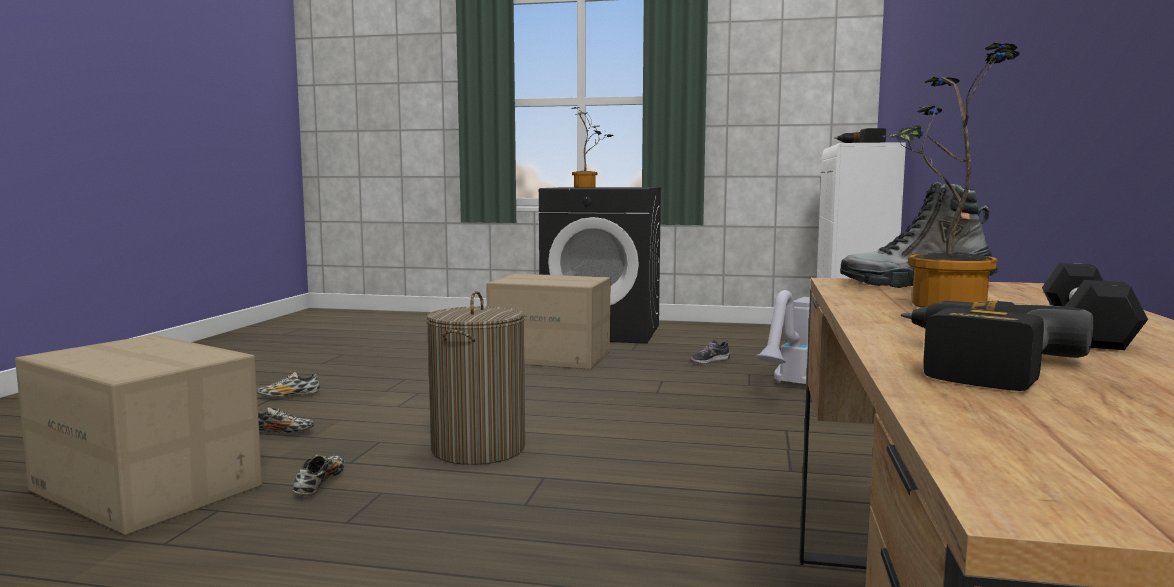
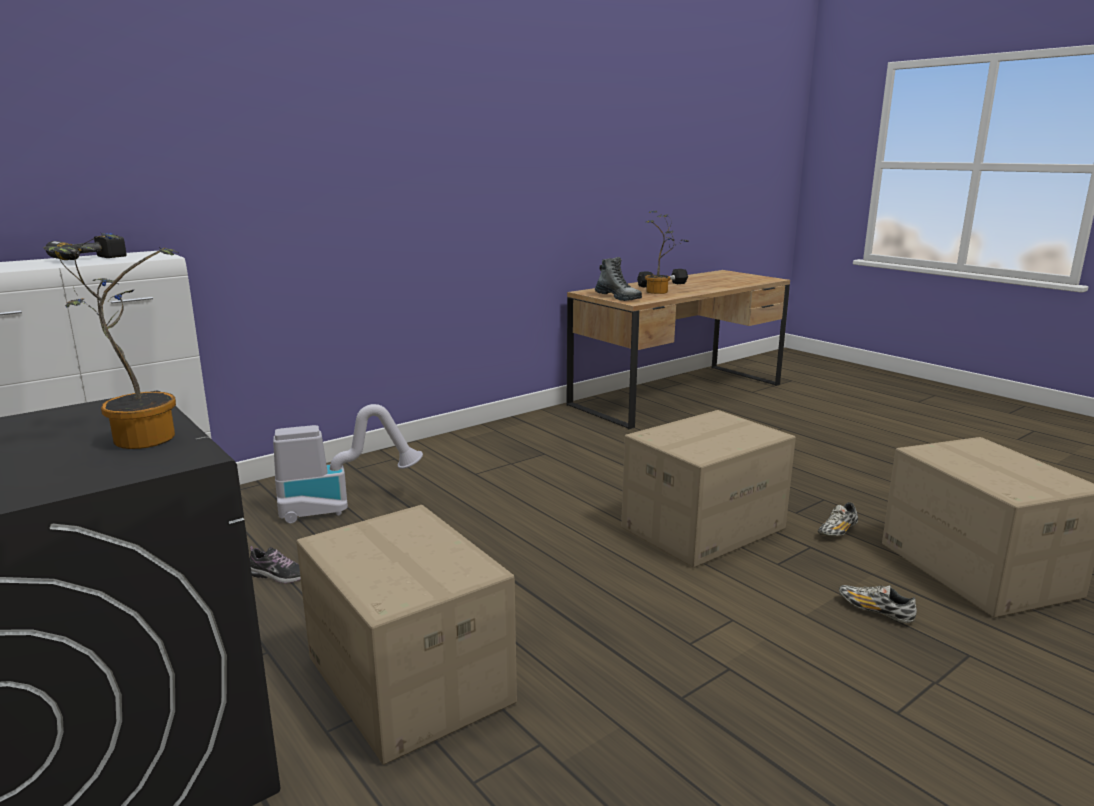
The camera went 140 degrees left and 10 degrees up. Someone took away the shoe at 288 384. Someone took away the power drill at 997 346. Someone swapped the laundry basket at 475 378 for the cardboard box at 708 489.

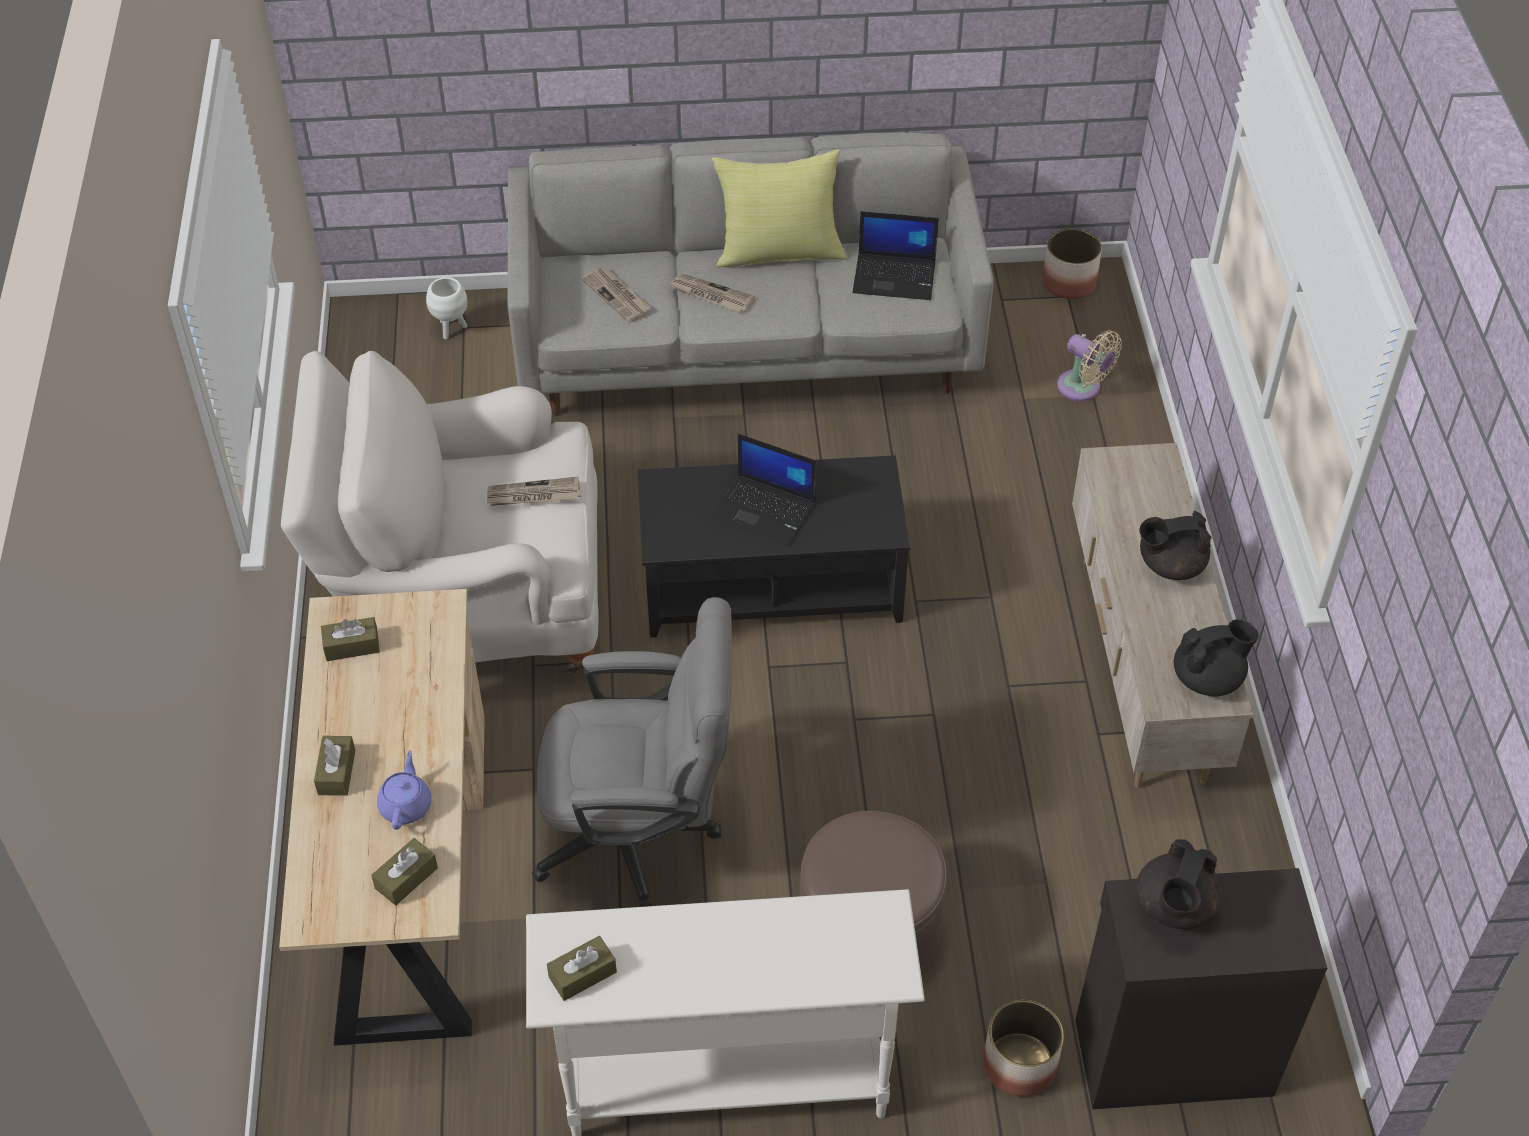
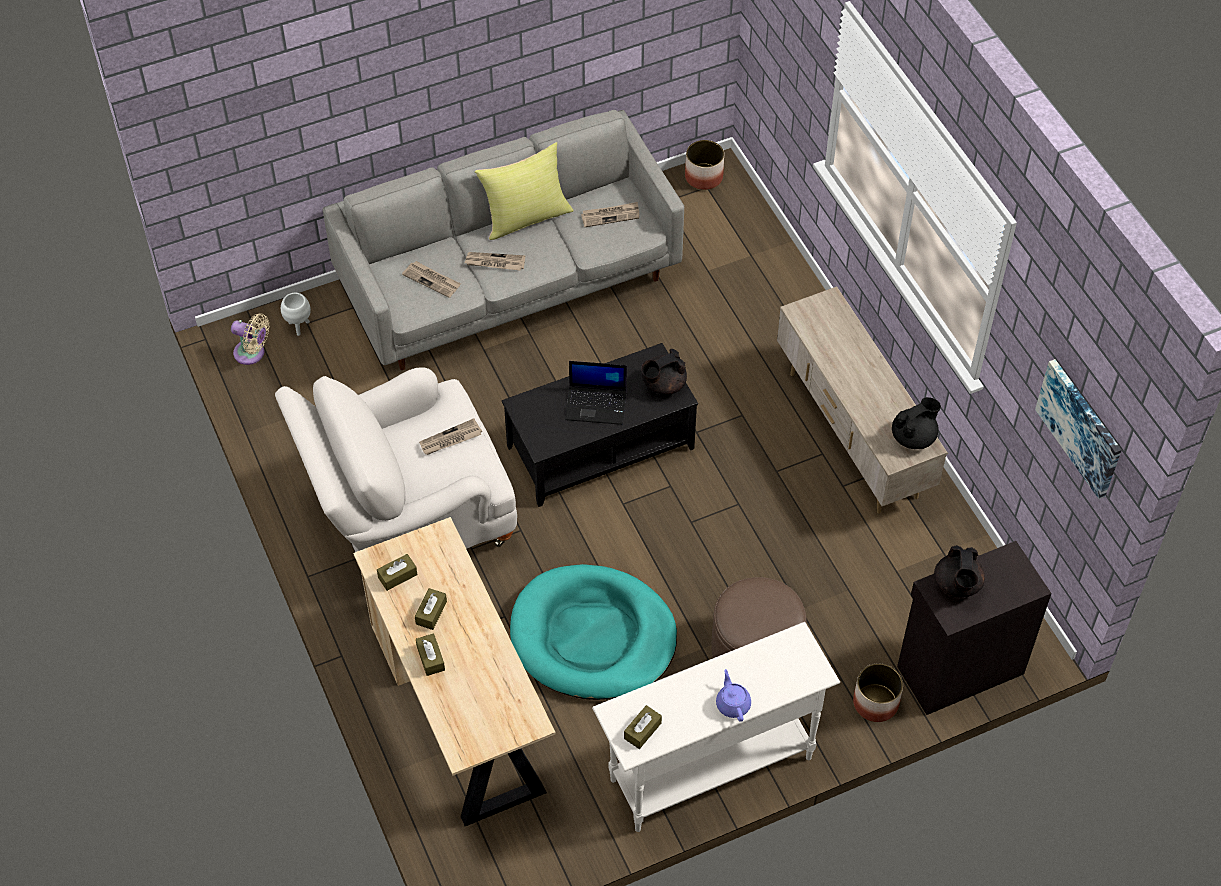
The camera went 20 degrees left and 5 degrees up. Someone put up the picture at 1078 429. Someone carried the brown tissue box from 404 871 to 431 609. Someone carried the purple teapot from 404 790 to 733 695. Someone carried the beige fan from 1089 365 to 250 339. Someone carried the black teapot from 1175 545 to 664 372. Someone swapped the grey office chair at 632 752 for the turquoise dog bed at 593 632. Someone swapped the laptop at 895 255 for the newspaper at 610 214.

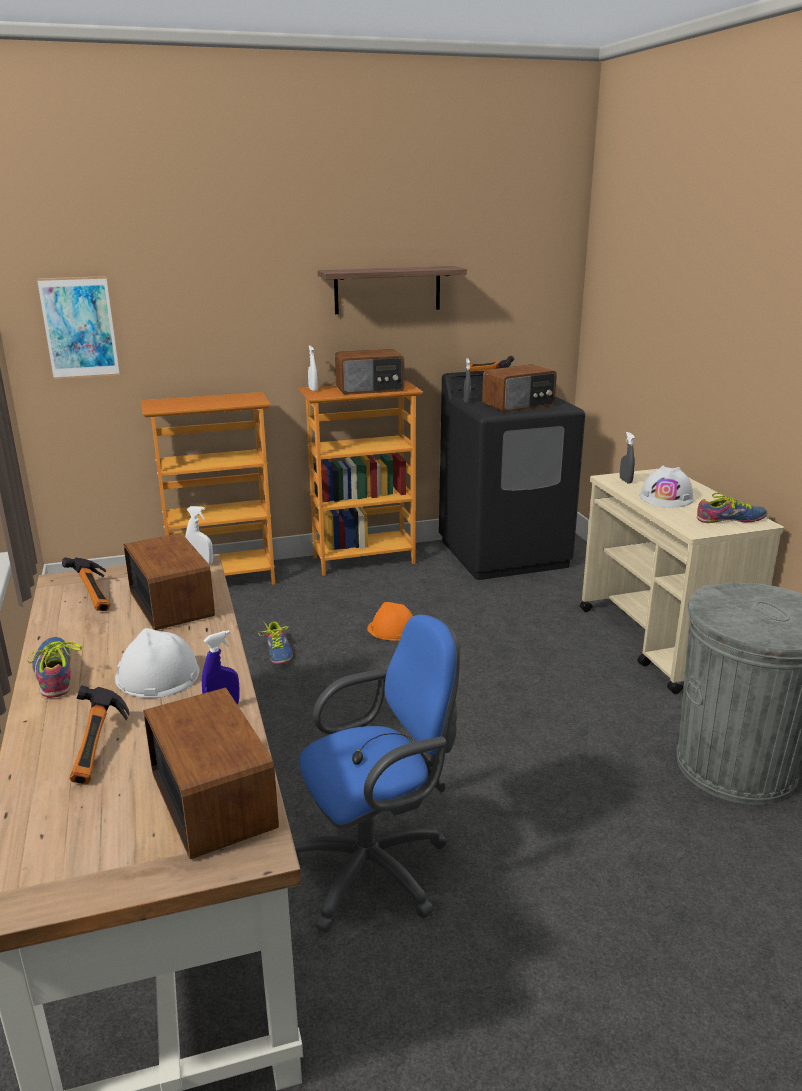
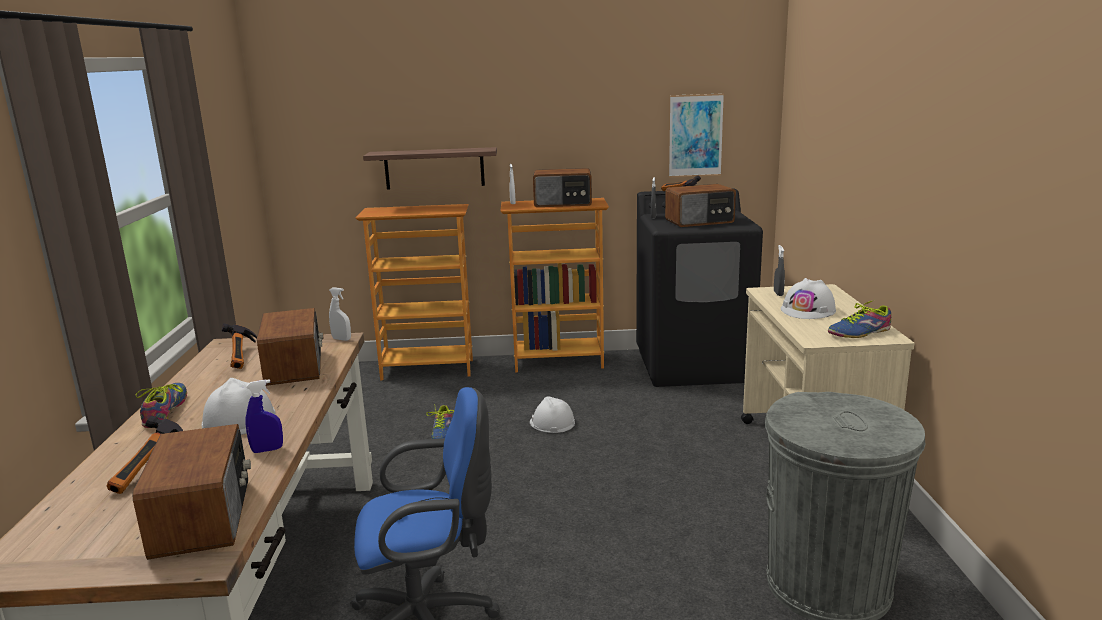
The camera went 15 degrees right and 5 degrees down. Someone carried the picture from 78 327 to 696 135. Someone carried the shelf from 392 290 to 430 168. Someone repainted the orange hard hat at 390 621, which became the white hard hat at 552 414. Someone rotated the shoe at 732 508 by 150 degrees clockwise.

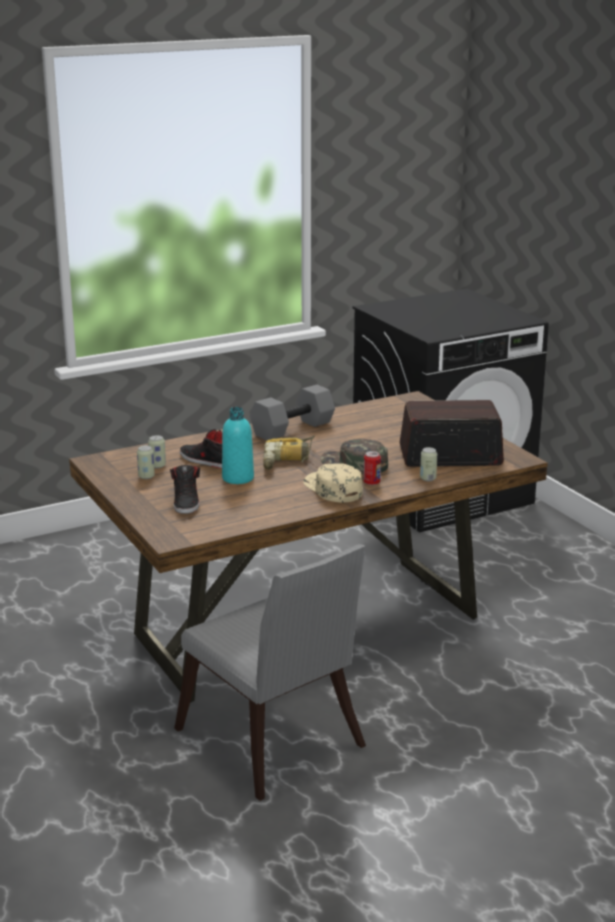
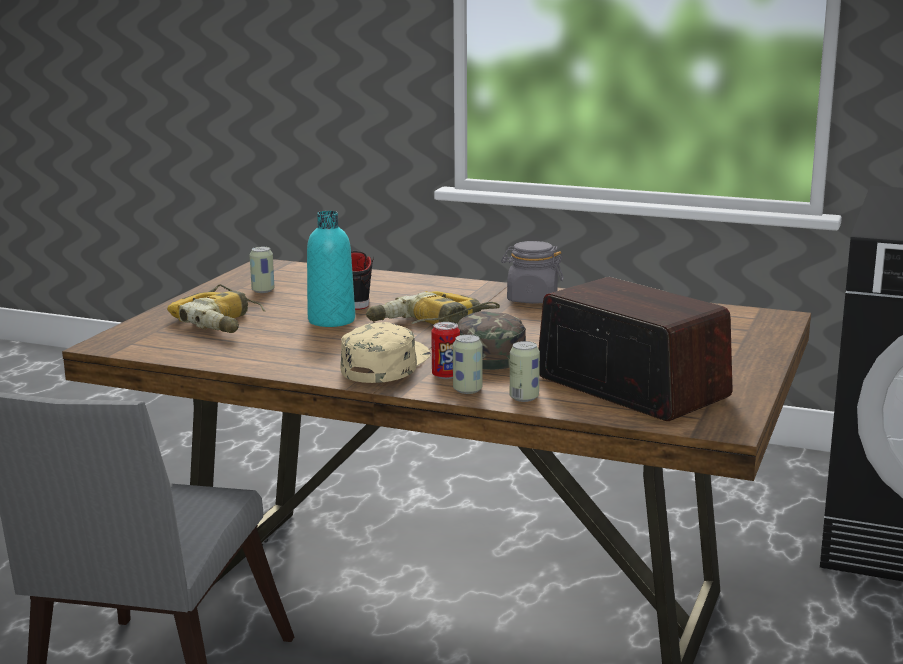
The camera went 50 degrees right and 5 degrees down. Someone carried the can from 157 451 to 467 364. Someone swapped the black shoe at 185 489 for the power drill at 216 308. Someone swapped the grey dumbbell at 292 413 for the grey jar at 532 272.

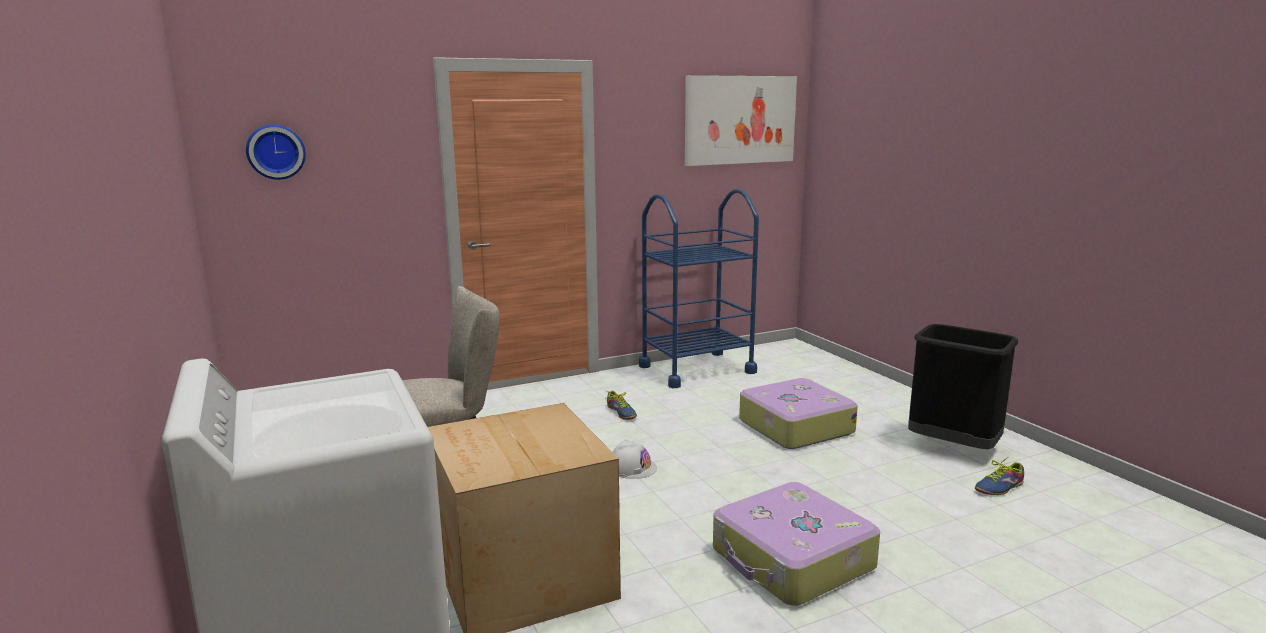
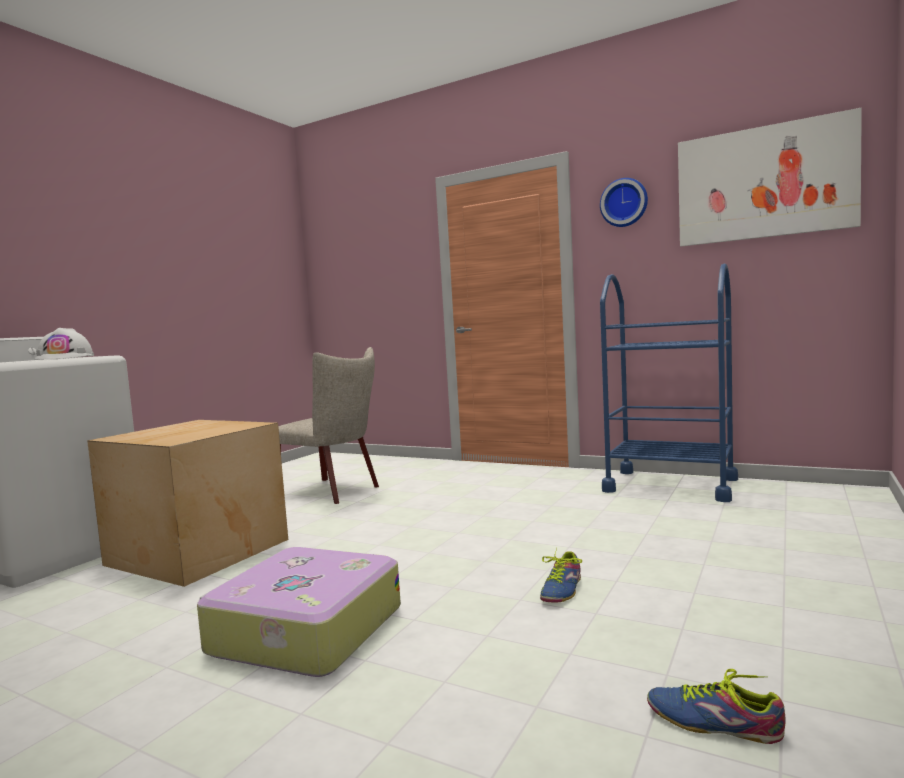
The camera went 55 degrees right and 10 degrees down. Someone took away the suitcase at 798 413. Someone took away the black trash can at 963 386. Someone carried the wall clock from 276 152 to 624 202. Someone carried the shoe from 621 405 to 561 575. Someone carried the white hard hat from 635 459 to 64 344.

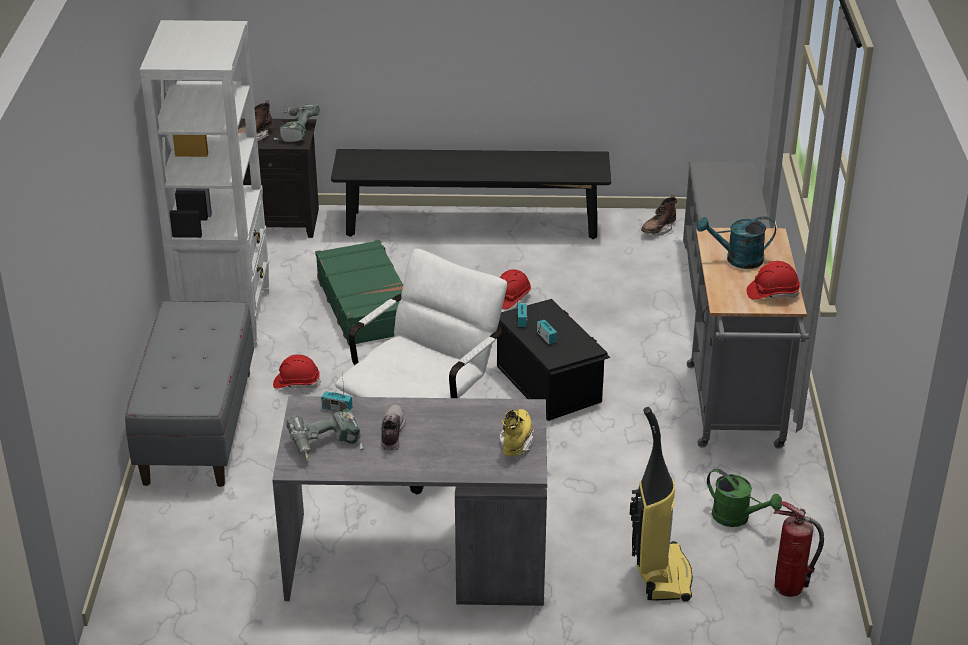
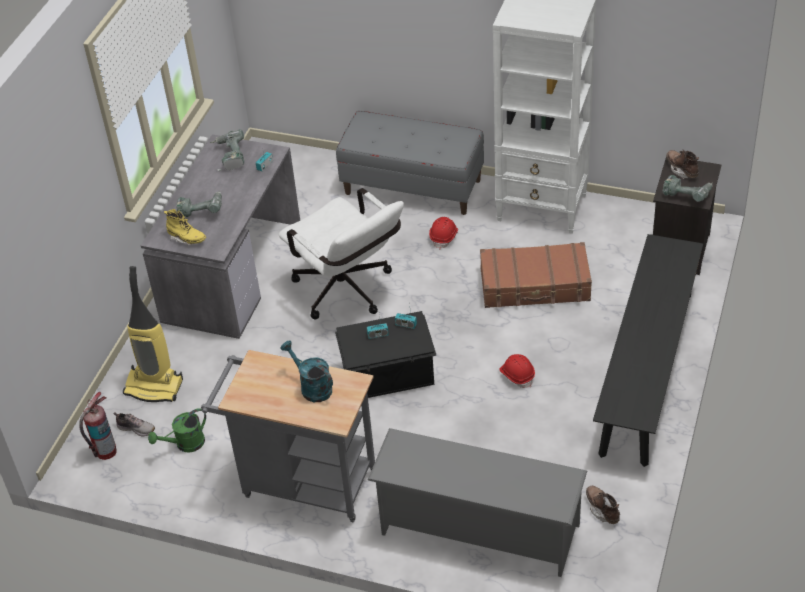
The camera went 110 degrees right and 10 degrees up. Someone took away the red hard hat at 773 280. Someone put down the power drill at 199 204. Someone carried the shoe from 393 427 to 134 424. Someone repainted the green suitcase at 359 293, which became the brown suitcase at 536 275. Someone rotated the turquoise watering can at 736 242 by 60 degrees counterclockwise.

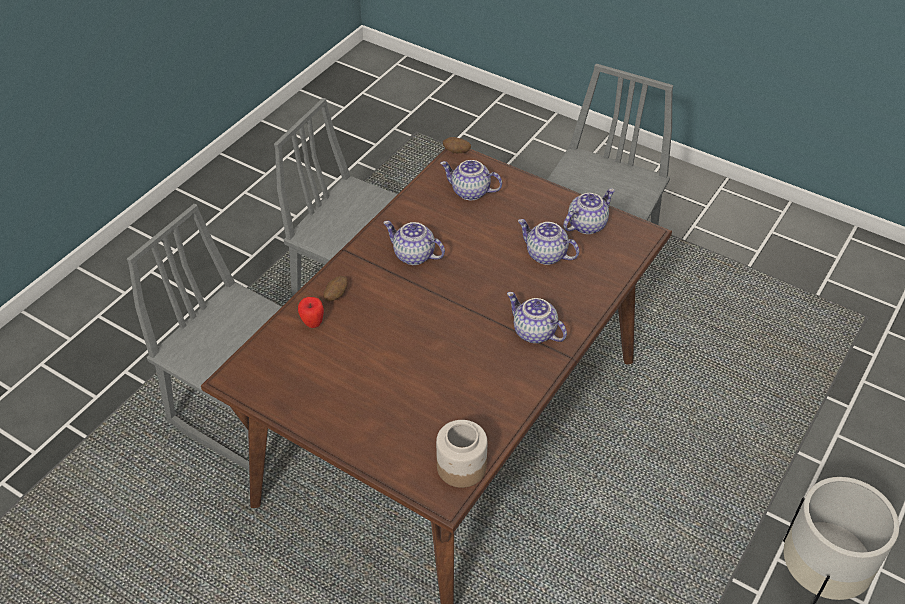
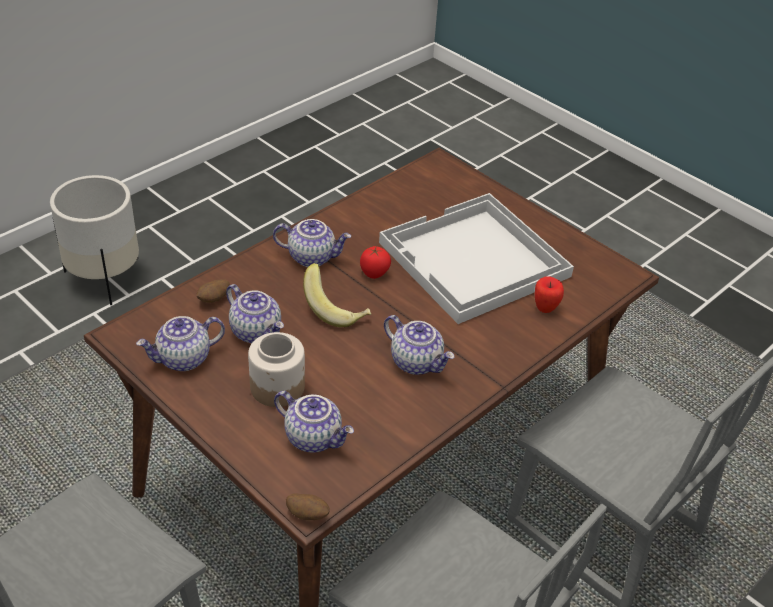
The camera went 170 degrees left and 5 degrees down. Someone put down the banana at 337 295. Someone put down the tomato at 375 262. Someone put down the white tray at 476 258. Someone carried the potato from 335 288 to 213 291. Someone carried the jar from 461 454 to 276 369. Someone rotated the teapot at 537 317 by 45 degrees counterclockwise.

